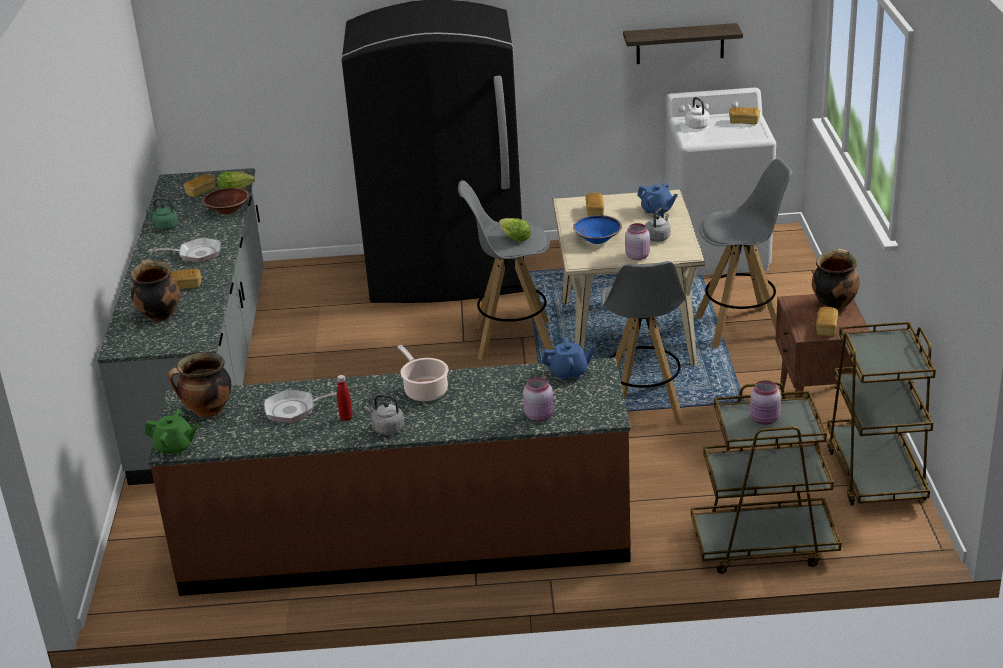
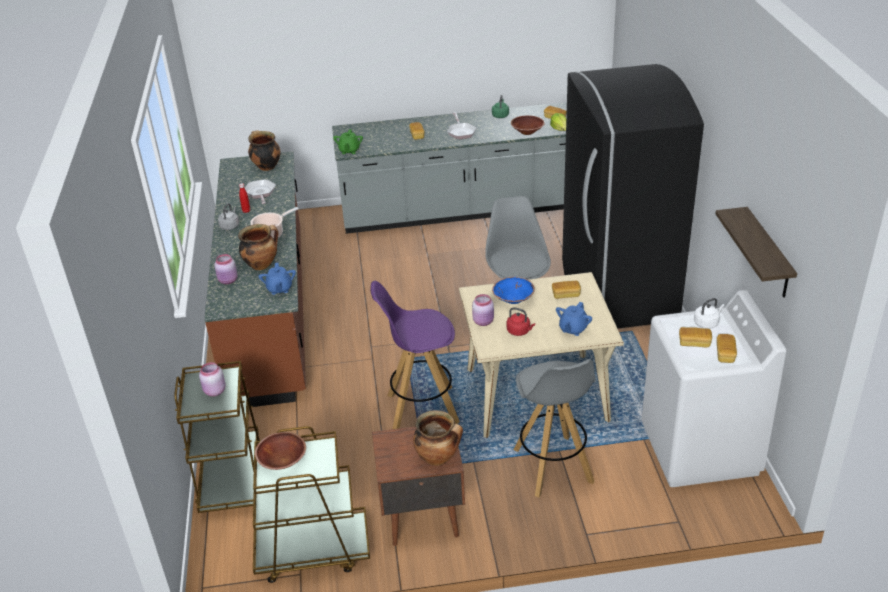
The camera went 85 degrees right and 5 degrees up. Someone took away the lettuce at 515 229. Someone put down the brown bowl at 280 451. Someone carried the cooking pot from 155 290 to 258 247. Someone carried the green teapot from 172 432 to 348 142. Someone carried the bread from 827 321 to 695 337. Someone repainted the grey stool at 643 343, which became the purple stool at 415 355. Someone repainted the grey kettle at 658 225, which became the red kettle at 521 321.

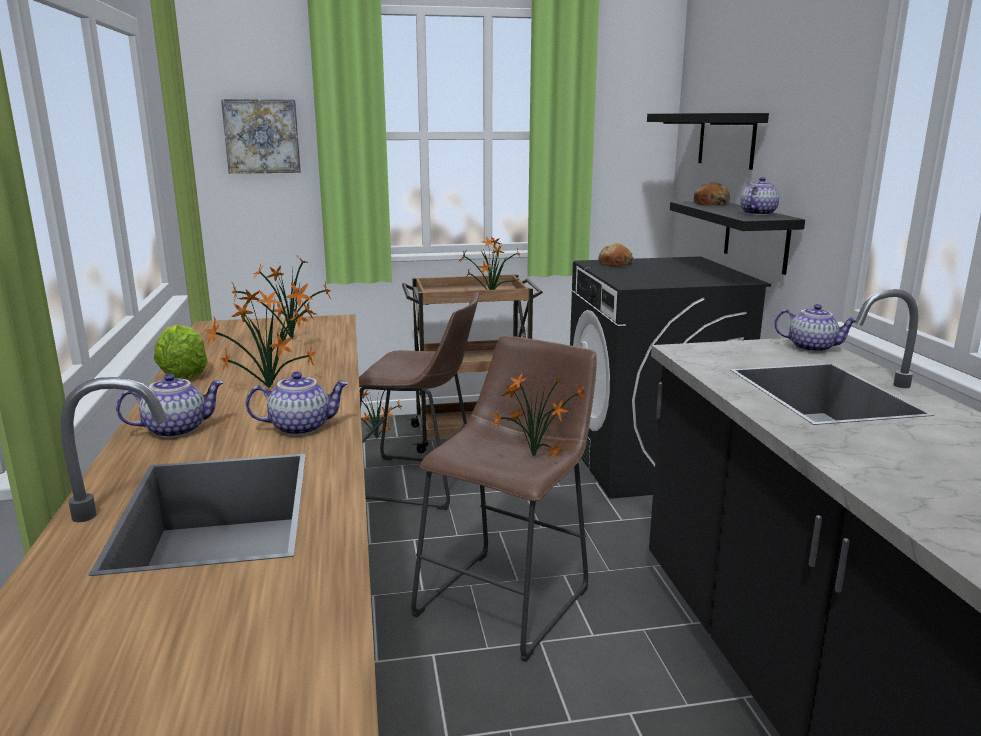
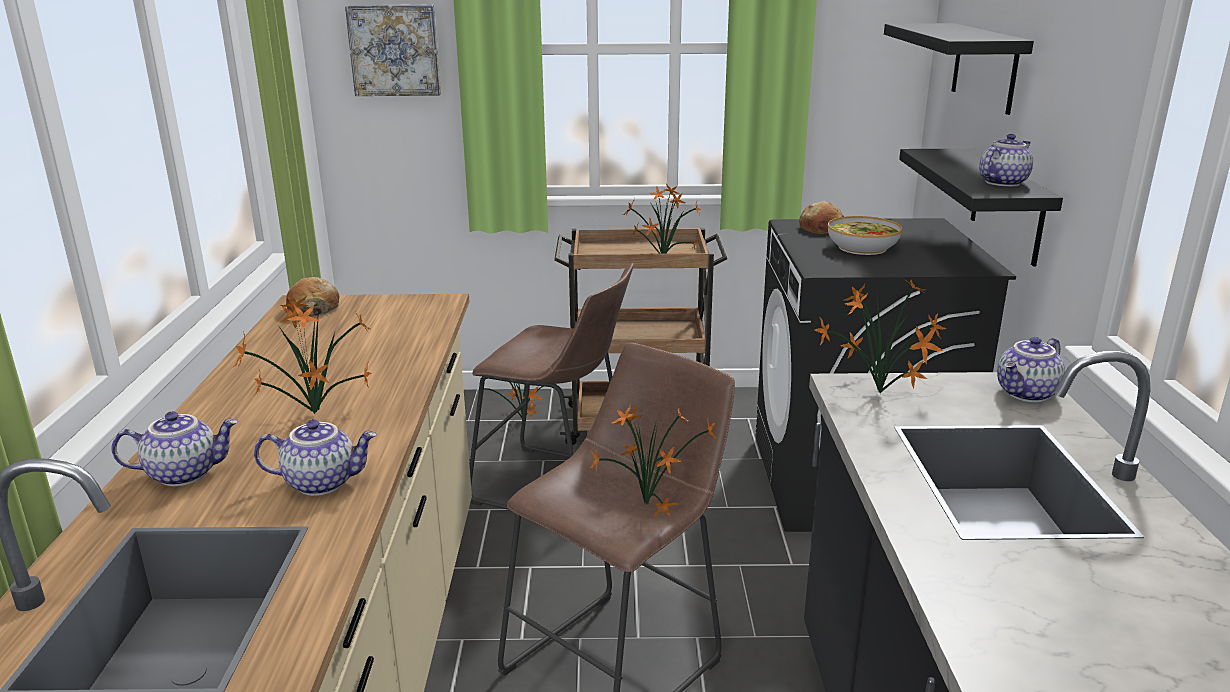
The camera went 10 degrees right and 5 degrees up. Someone took away the lettuce at 181 351. Someone put down the bowl at 865 235. Someone carried the potted plant from 281 296 to 880 336. Someone carried the bread from 712 194 to 312 296. Someone rotated the teapot at 815 328 by 105 degrees clockwise.

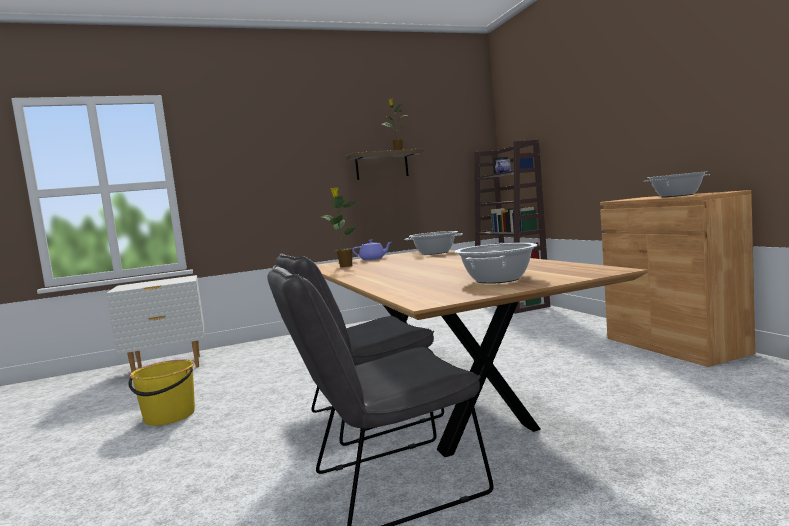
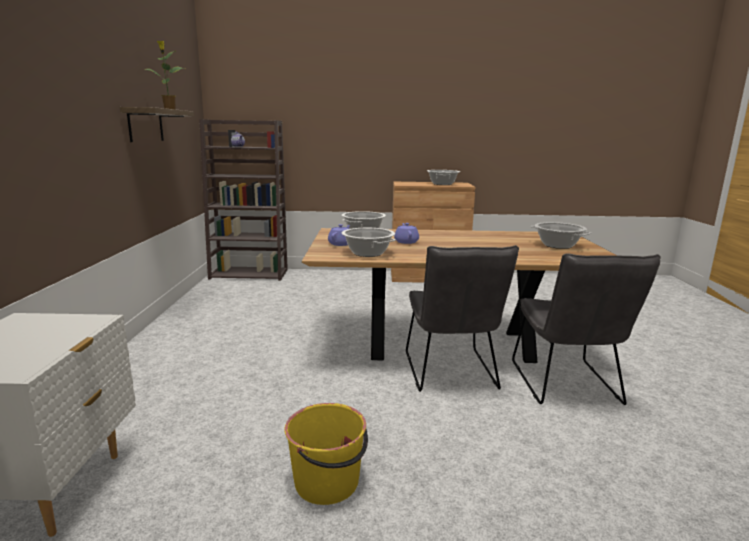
The camera went 70 degrees left and 10 degrees up. Someone put down the purple teapot at 406 233. Someone swapped the potted plant at 340 227 for the cooking pot at 369 242.

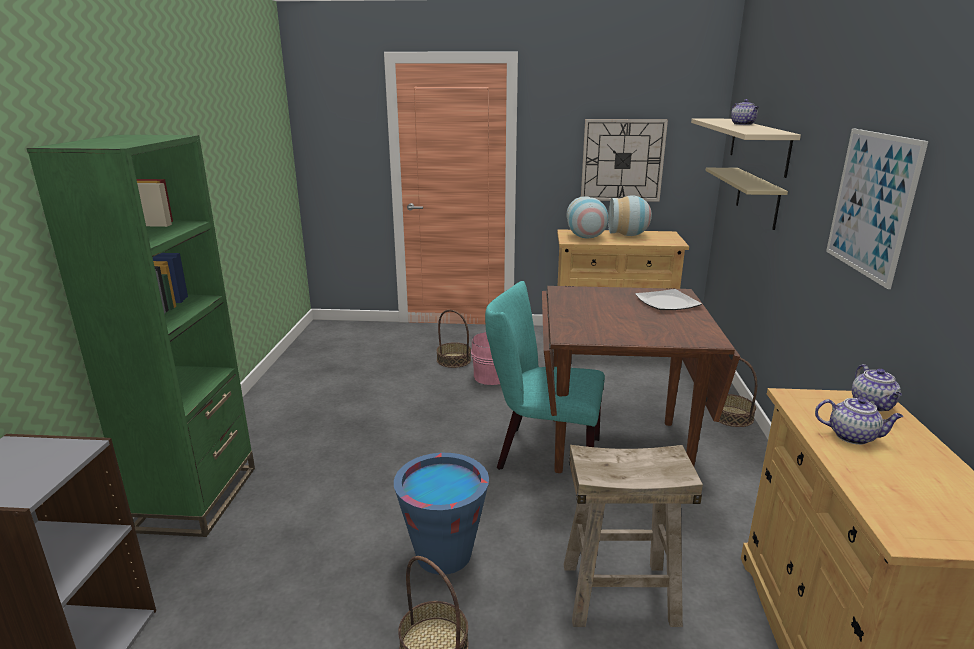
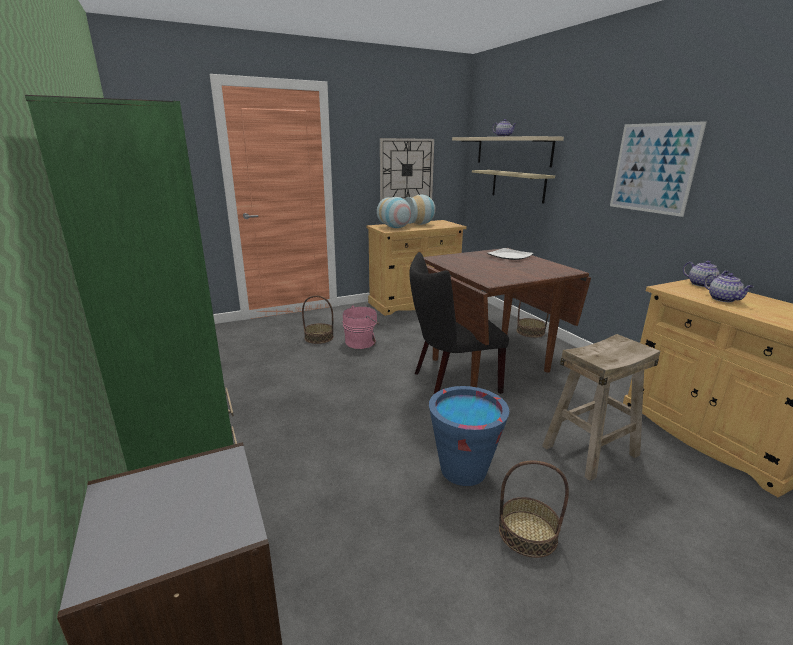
The camera went 30 degrees left and 0 degrees up. Someone repainted the turquoise chair at 545 375, which became the black chair at 459 323. Someone rotated the teapot at 859 421 by 75 degrees clockwise.

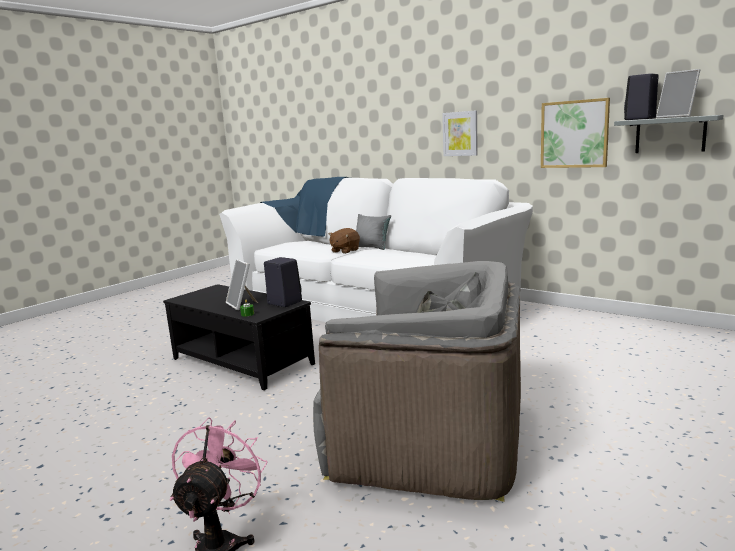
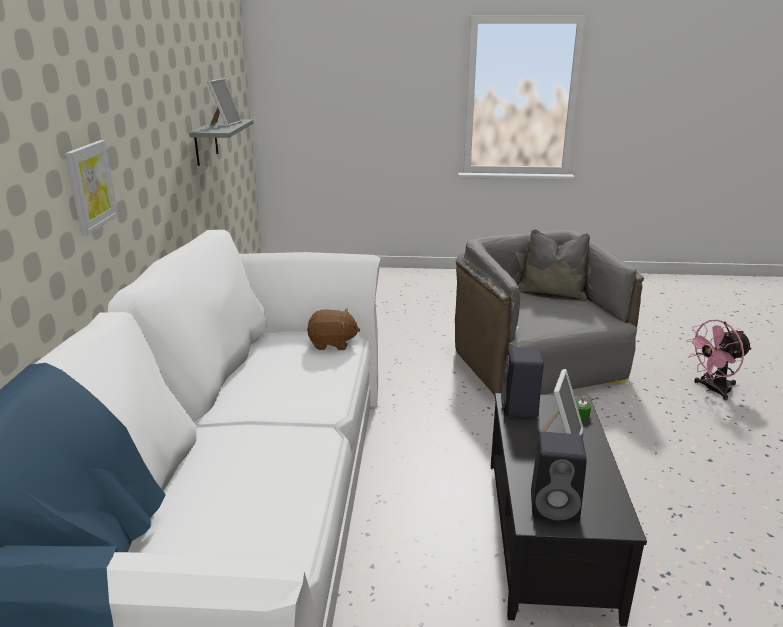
The camera went 125 degrees left and 10 degrees up. Someone took away the grey pillow at 373 232. Someone took away the picture at 575 133. Someone carried the brown plush toy from 344 241 to 333 329. Someone carried the black speaker from 641 96 to 559 477.

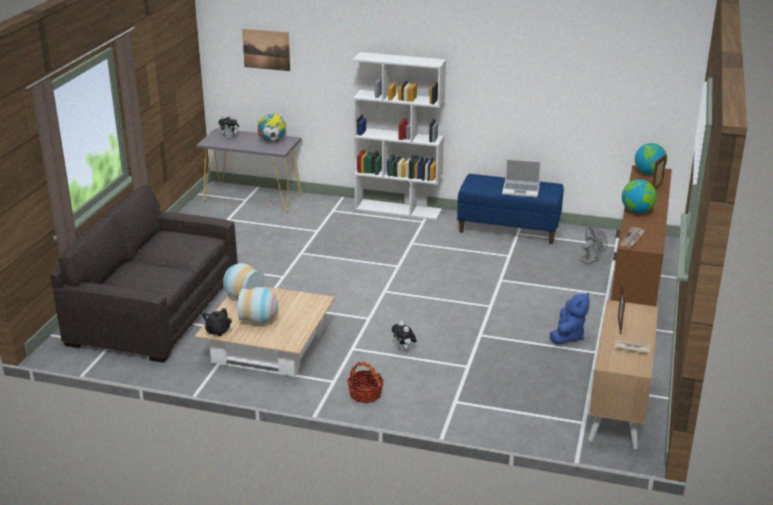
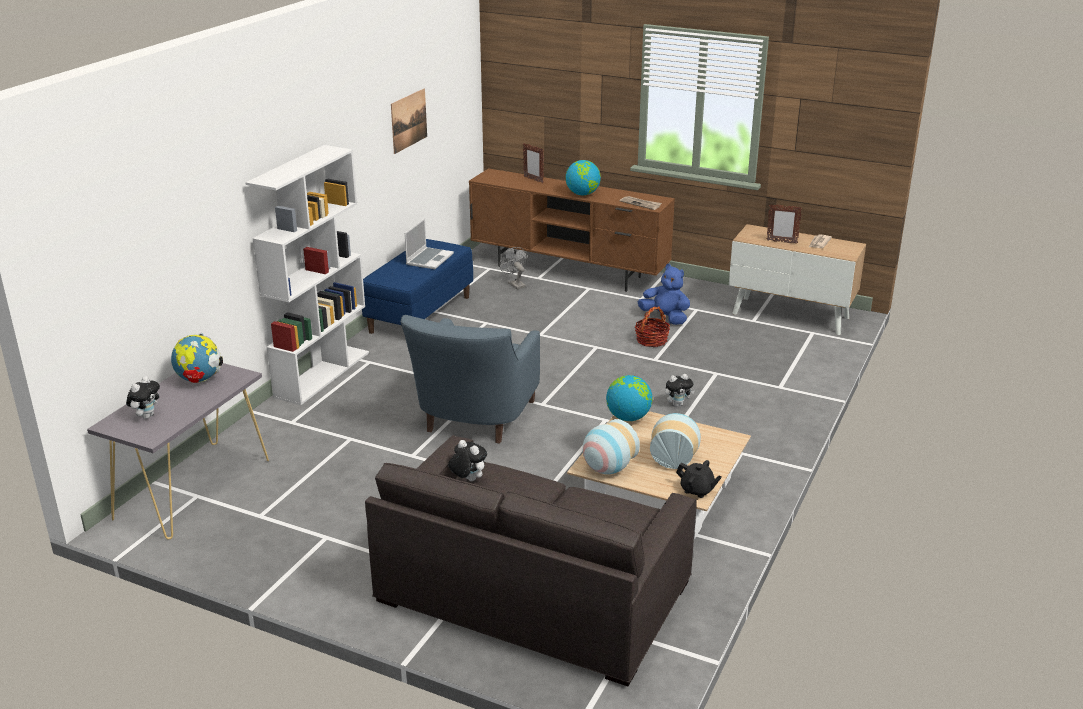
The camera went 80 degrees left and 0 degrees up. Someone put down the blue armchair at 470 379. Someone put down the plush toy at 467 460. Someone carried the picture from 266 50 to 409 121. Someone carried the basket from 365 382 to 652 327. Someone carried the globe from 651 159 to 629 398.

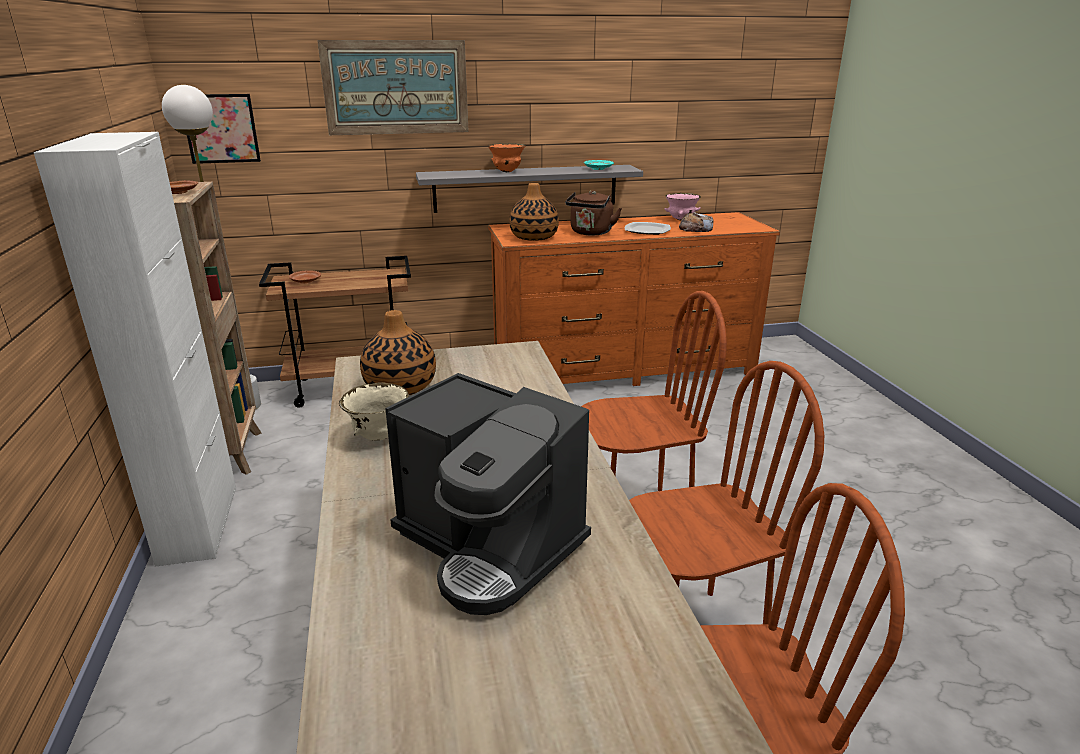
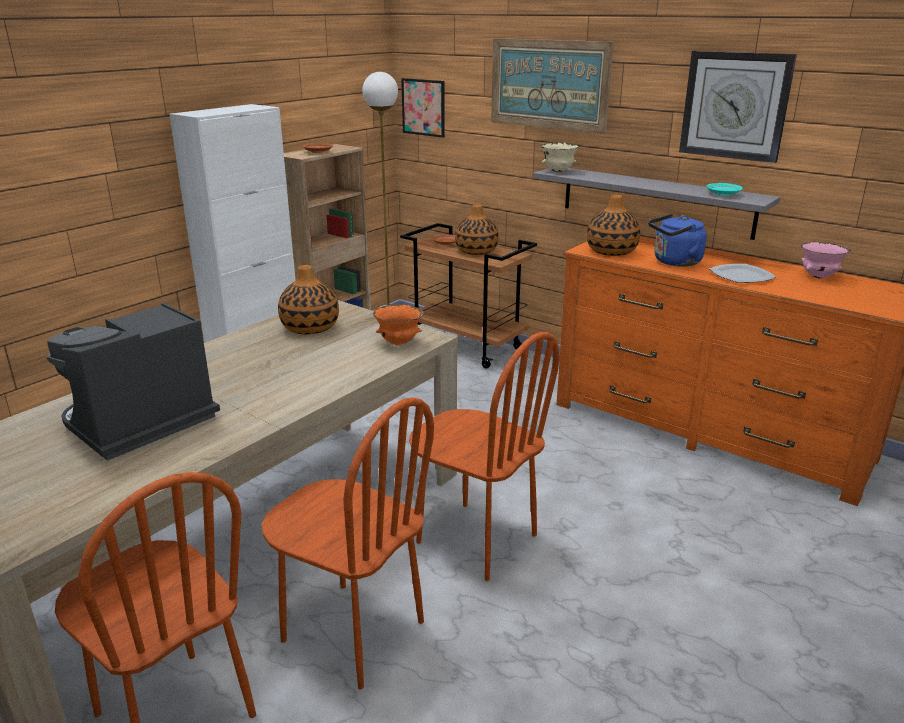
The camera went 50 degrees right and 0 degrees up. Someone took away the bread at 696 222. Someone put down the vase at 477 229. Someone put up the wall clock at 738 107. Someone carried the beige bowl from 374 411 to 559 157. Someone carried the orange bowl from 507 157 to 398 324. Someone repainted the brown kettle at 593 212, which became the blue kettle at 677 240. Someone rotated the coffee machine at 488 494 by 45 degrees clockwise.

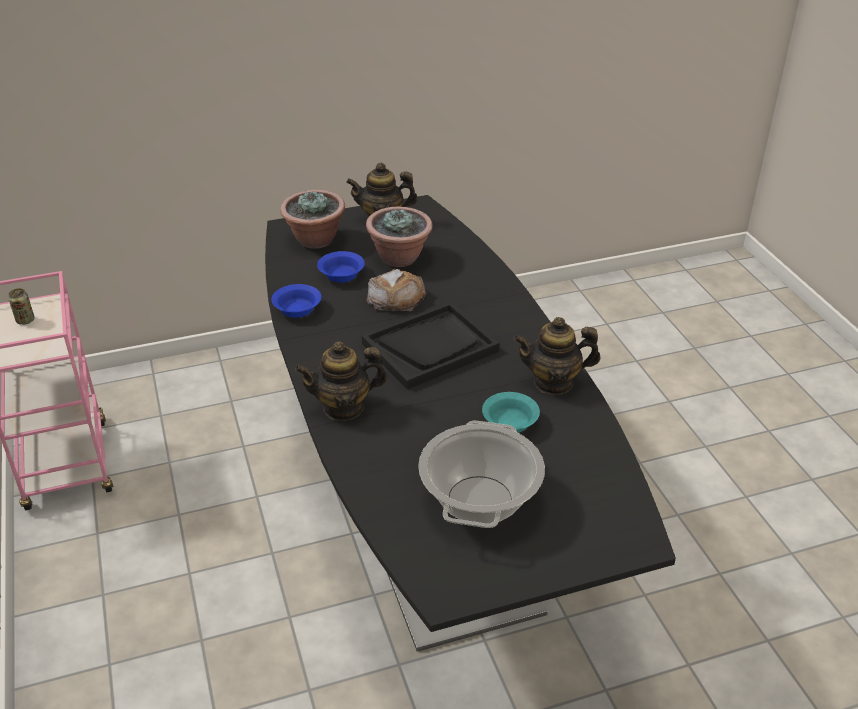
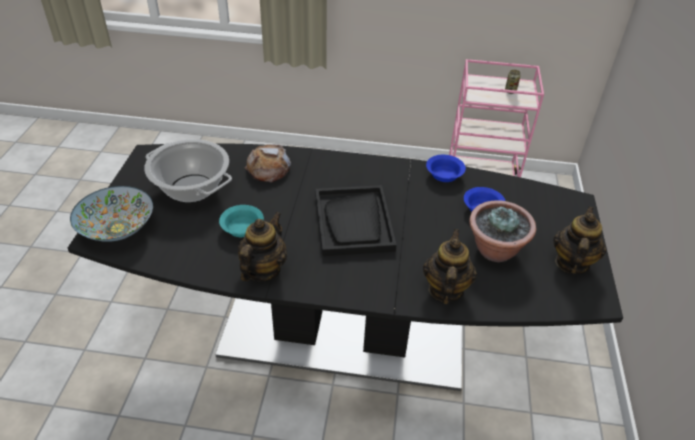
The camera went 115 degrees right and 5 degrees up. Someone took away the potted plant at 312 219. Someone put down the bowl at 111 214. Someone carried the teapot from 341 381 to 450 266. Someone carried the bread from 396 290 to 268 163.

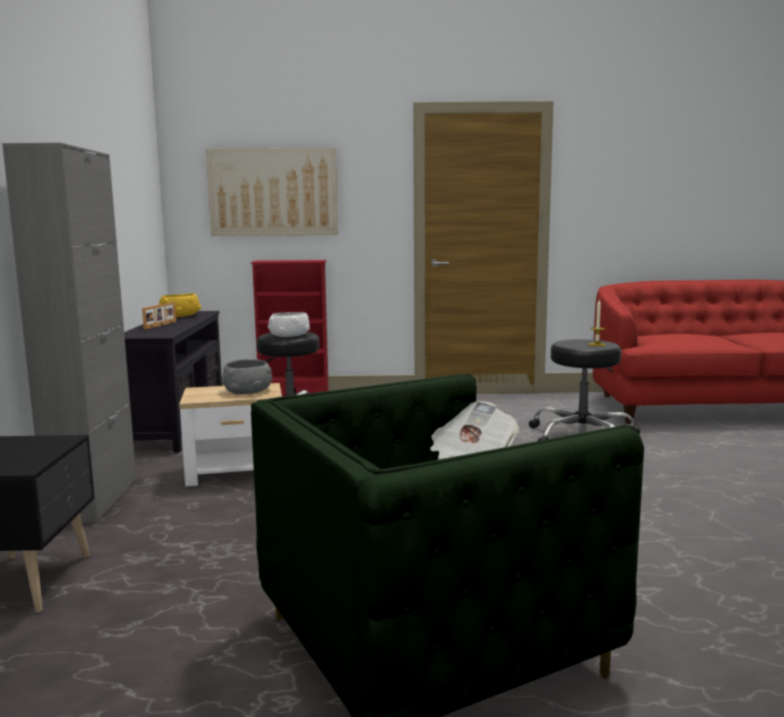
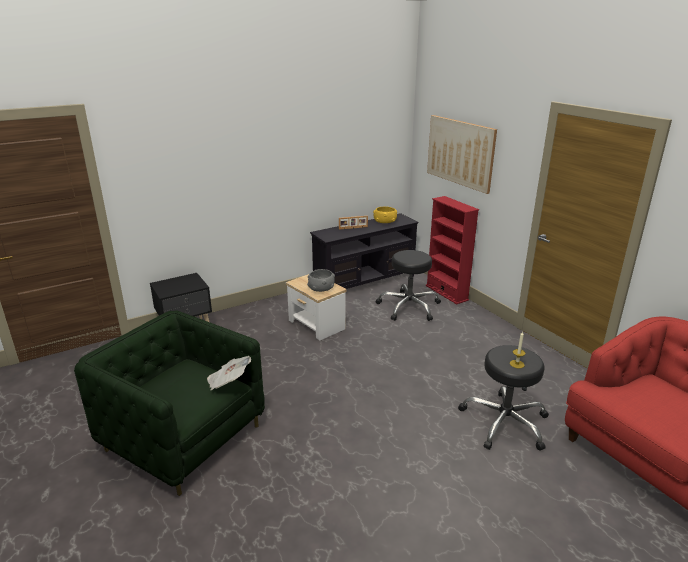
The camera went 60 degrees right and 15 degrees up. Someone took away the grey cabinet at 69 333. Someone took away the white bowl at 289 324.

